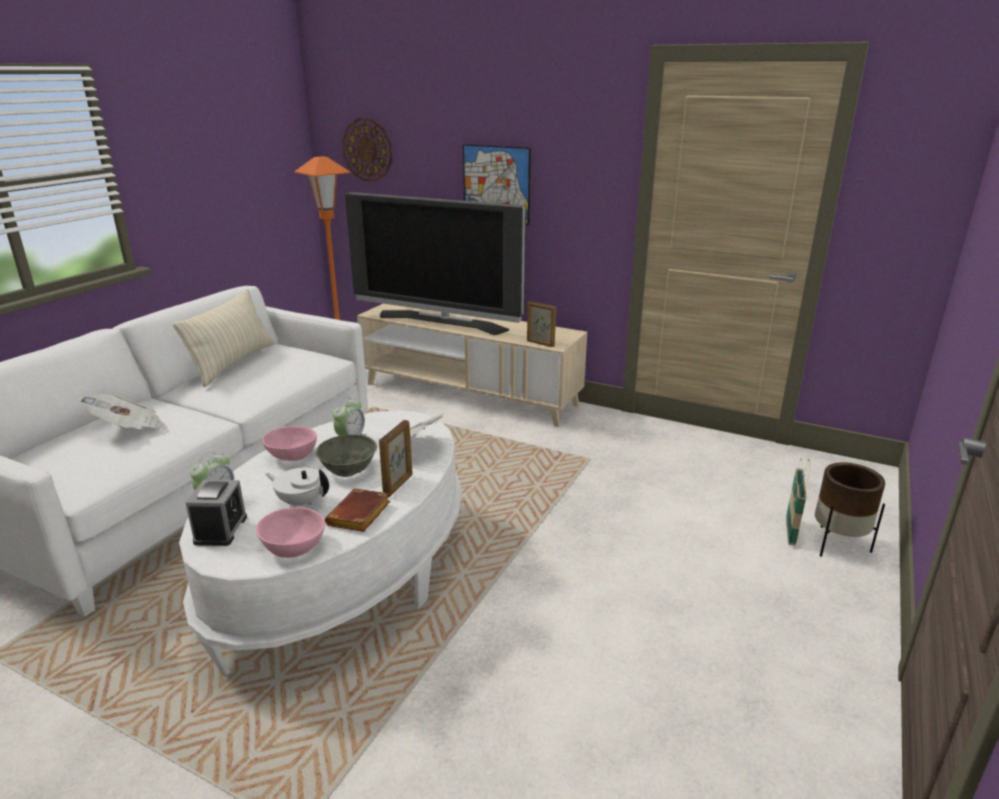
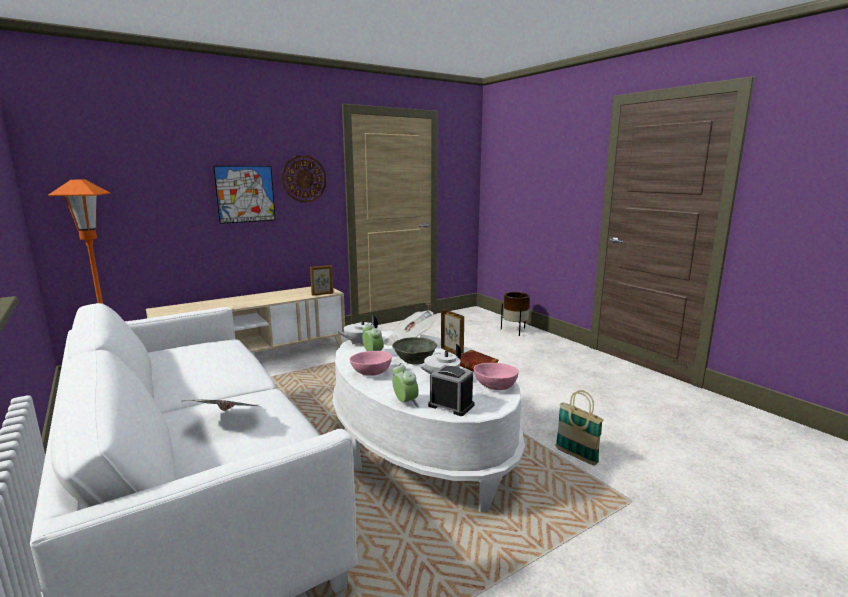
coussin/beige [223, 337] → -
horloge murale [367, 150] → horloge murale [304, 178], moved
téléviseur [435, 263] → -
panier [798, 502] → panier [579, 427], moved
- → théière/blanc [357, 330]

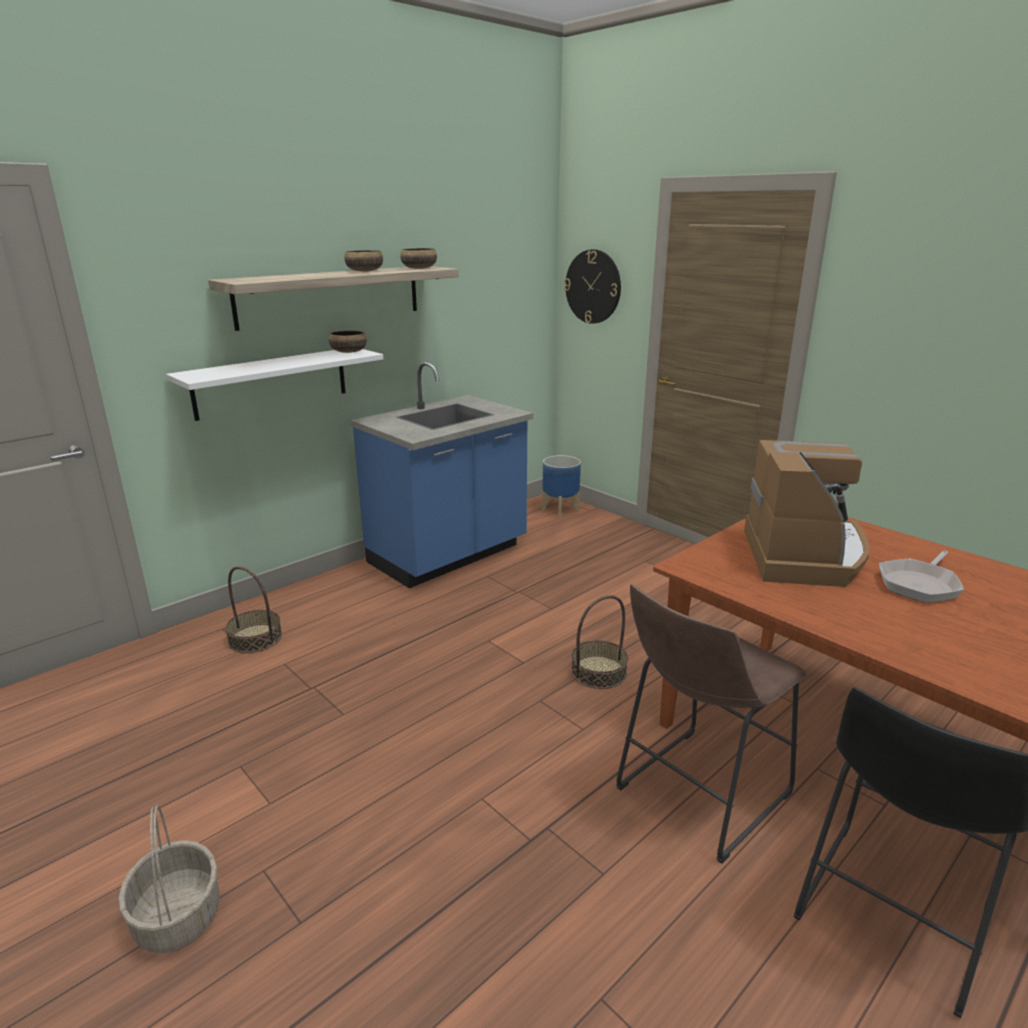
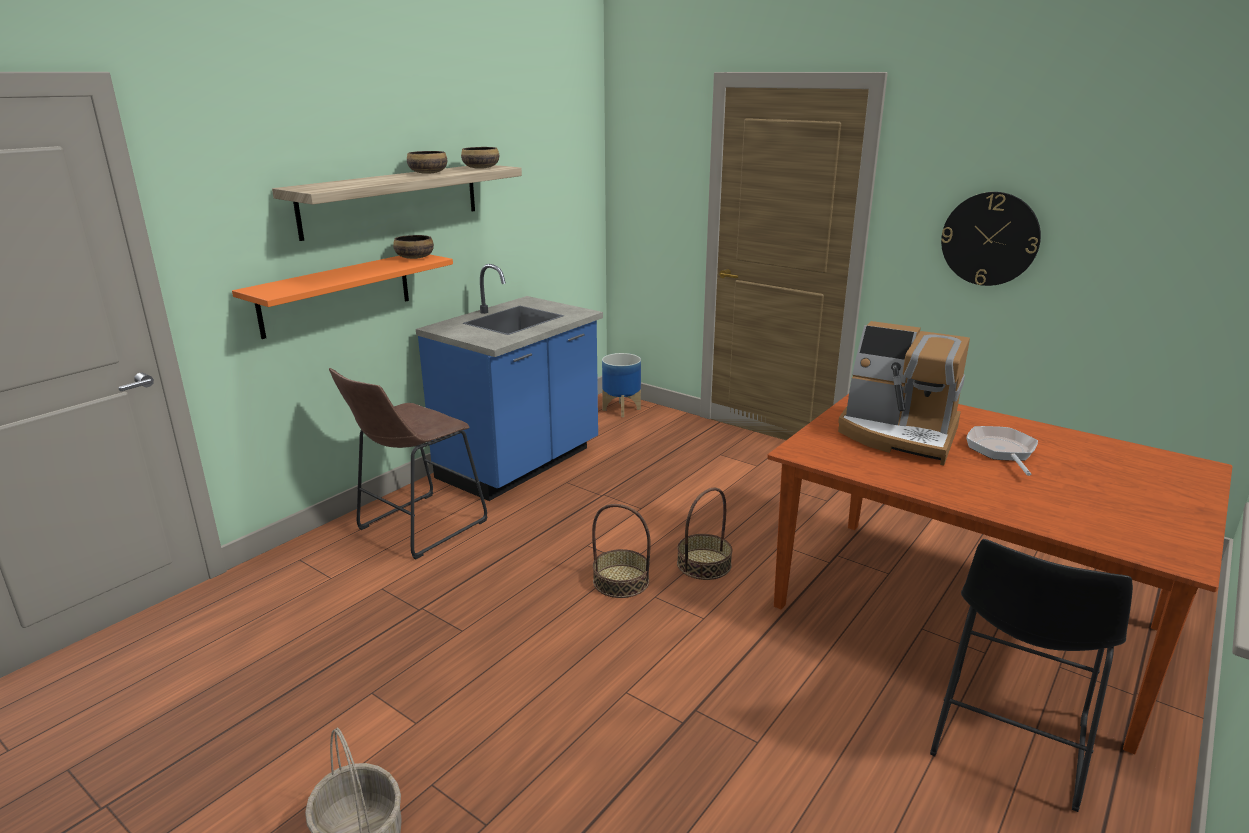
étagère/blanc [274, 385] → étagère/orange [342, 296]
panier [253, 609] → panier [621, 551], moved
horloge murale [592, 286] → horloge murale [991, 239], moved
tabouret/marron [711, 724] → tabouret/marron [408, 463], moved
machine à café [807, 513] → machine à café [904, 393], 120 degrees clockwise
poêle [921, 576] → poêle [1002, 451], 150 degrees clockwise

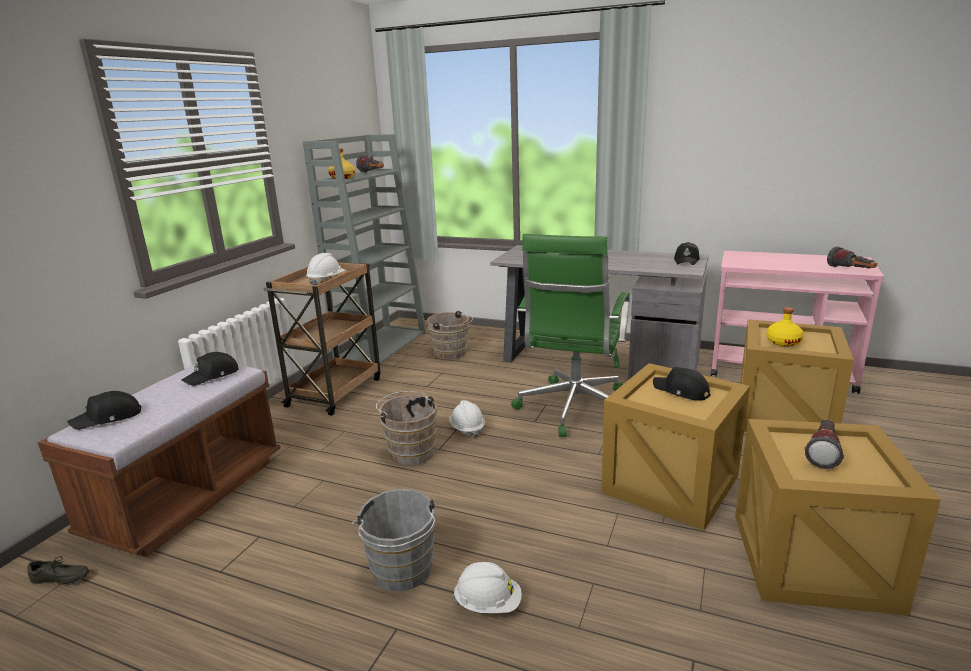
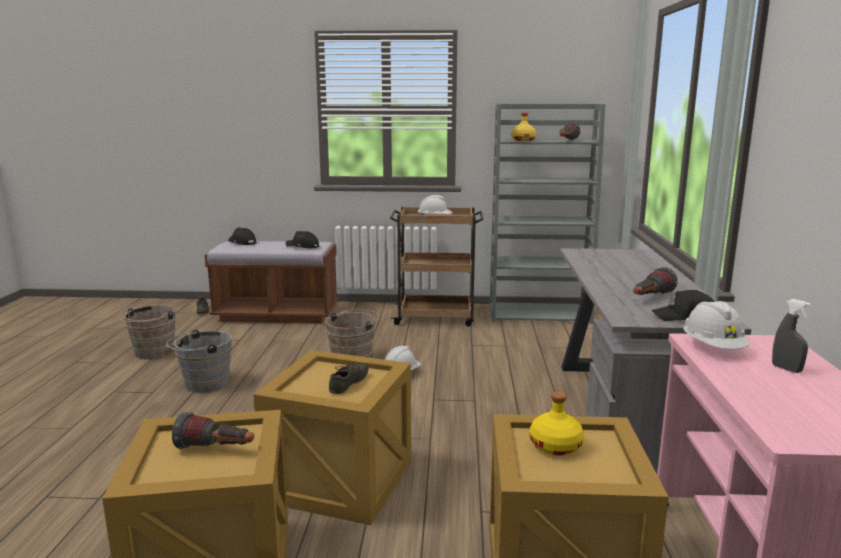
seau/marron [450, 335] → seau/marron [147, 332], moved
casque de chantier/blanc [487, 587] → casque de chantier/blanc [716, 325], moved
chaise de bureau/vert [570, 335] → -
casquette/noir [682, 383] → chaussure/gris [349, 377]
lampe de poche [852, 257] → lampe de poche [655, 281], moved
- → vaporisateur/gris [791, 336]

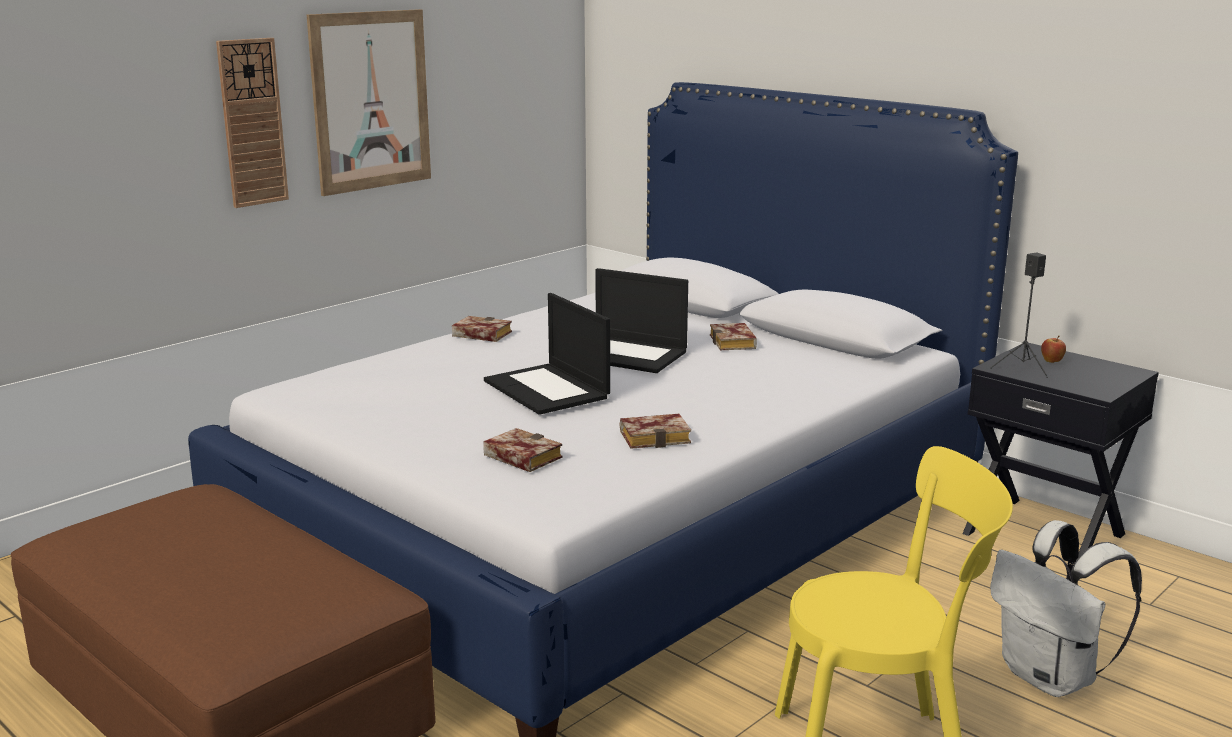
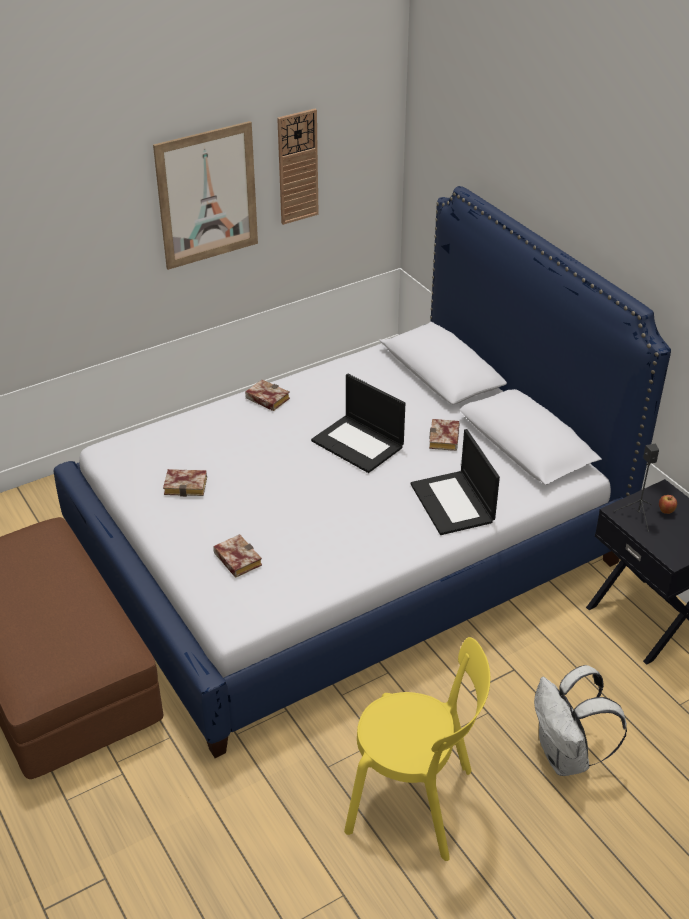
horloge murale [252, 123] → horloge murale [298, 167], moved
ordinateur portable [547, 354] → ordinateur portable [455, 482], moved
livre [655, 431] → livre [185, 483], moved

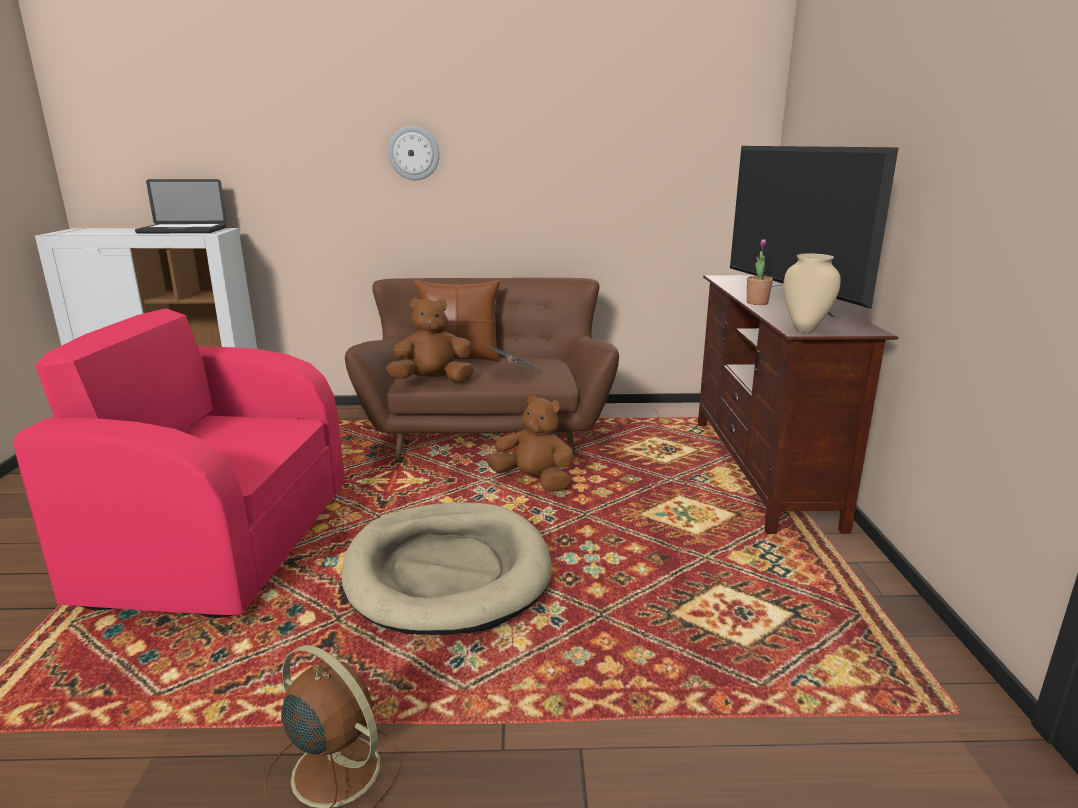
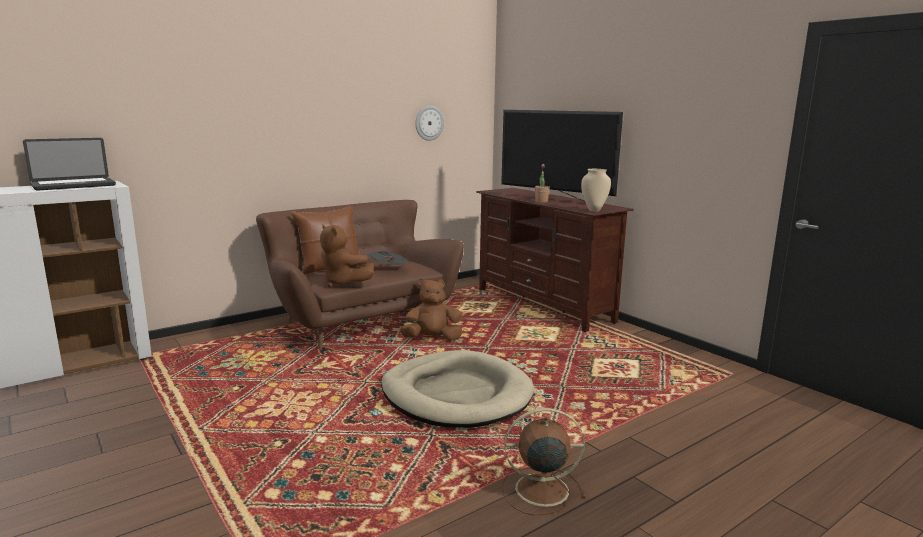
fauteuil/rose [179, 463] → -
peluche/marron [430, 339] → peluche/marron [347, 255], 90 degrees counterclockwise
horloge murale [414, 153] → horloge murale [429, 123], moved

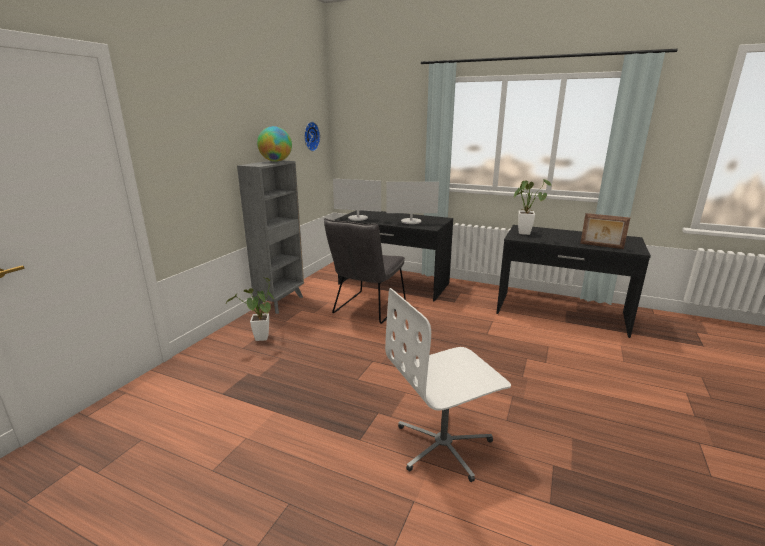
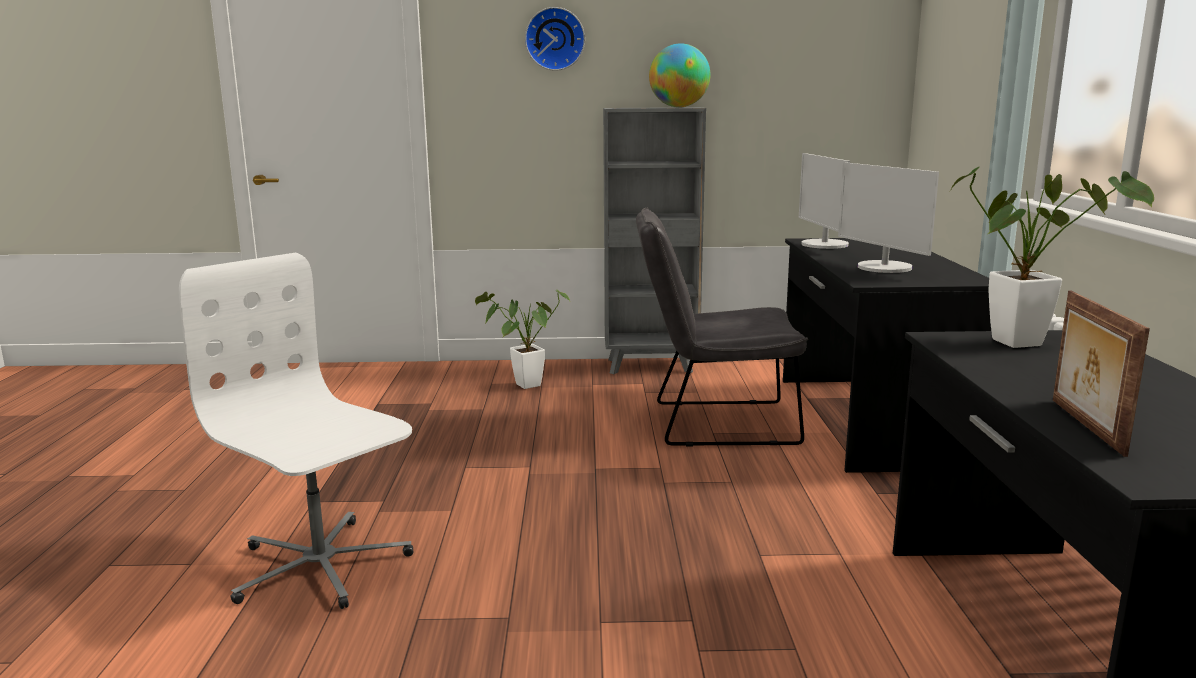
horloge murale [312, 136] → horloge murale [555, 39], moved

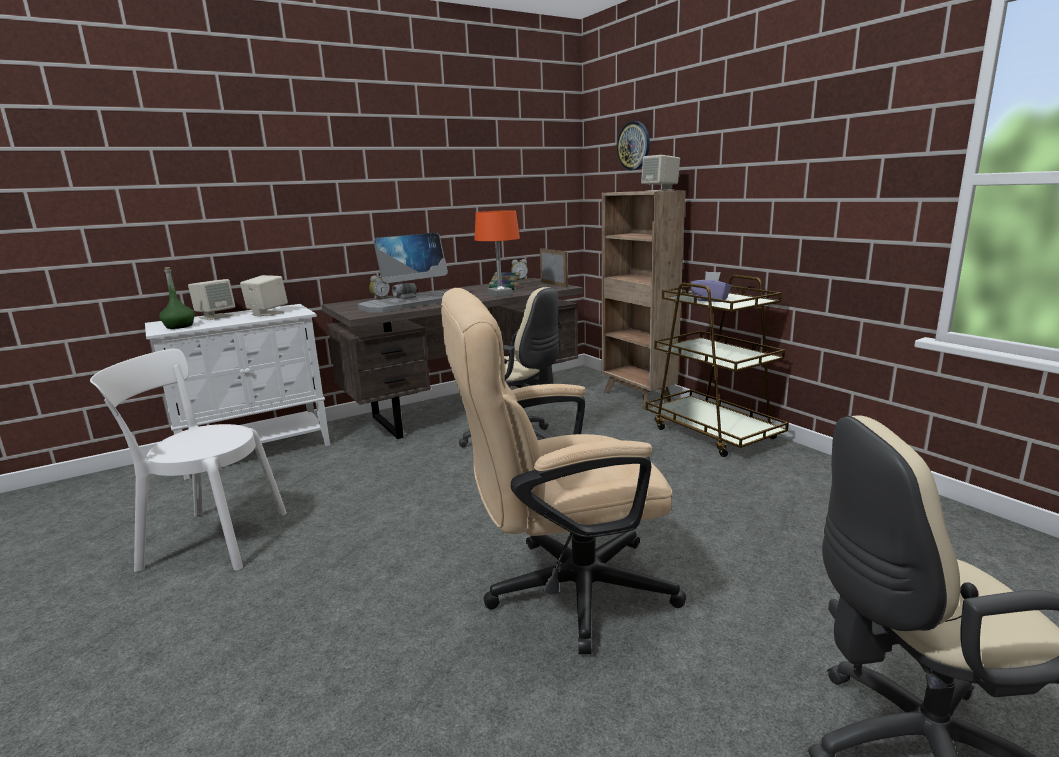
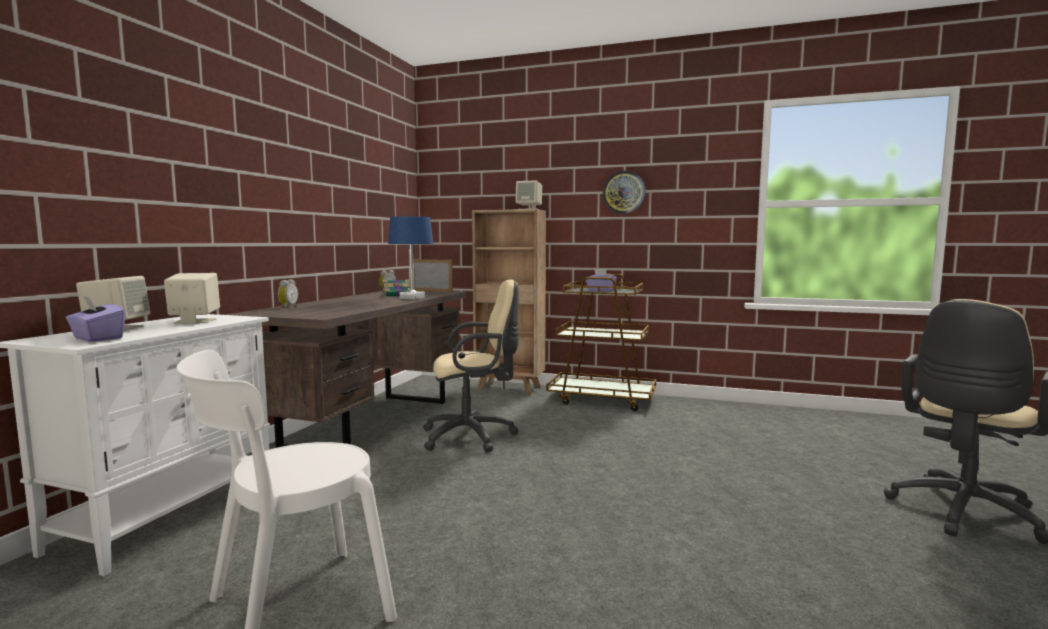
bouteille/vert [177, 298] → boîte à mouchoirs/violet [95, 319]
écran d'ordinateur [403, 272] → -
chaise de bureau/beige [563, 471] → -
lampe de table/orange [497, 253] → lampe de table/bleu [410, 258]
horloge murale [633, 145] → horloge murale [624, 192], moved

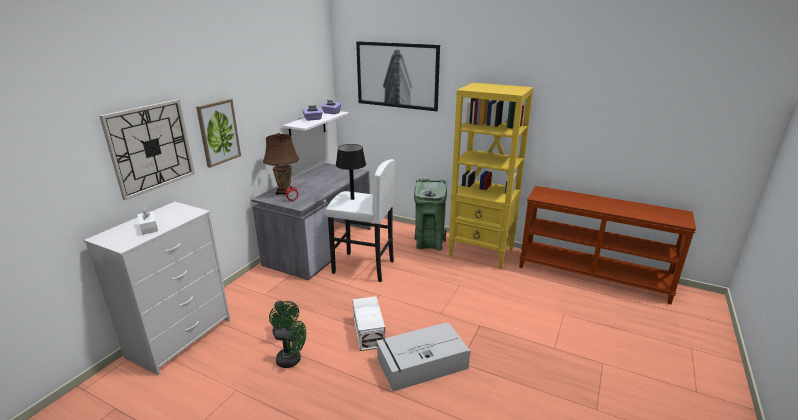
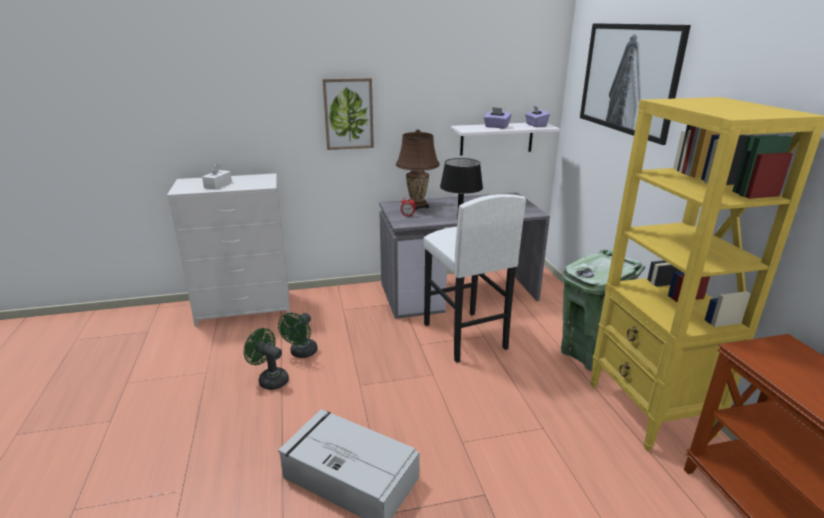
horloge murale [147, 149] → -
ventilateur/vert [290, 344] → ventilateur/vert [266, 359], 150 degrees clockwise
boîte de rangement/blanc [369, 323] → -

